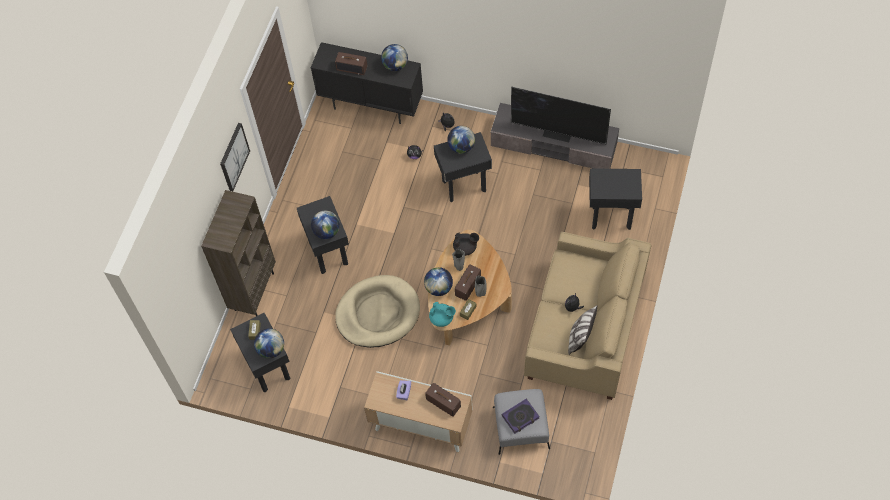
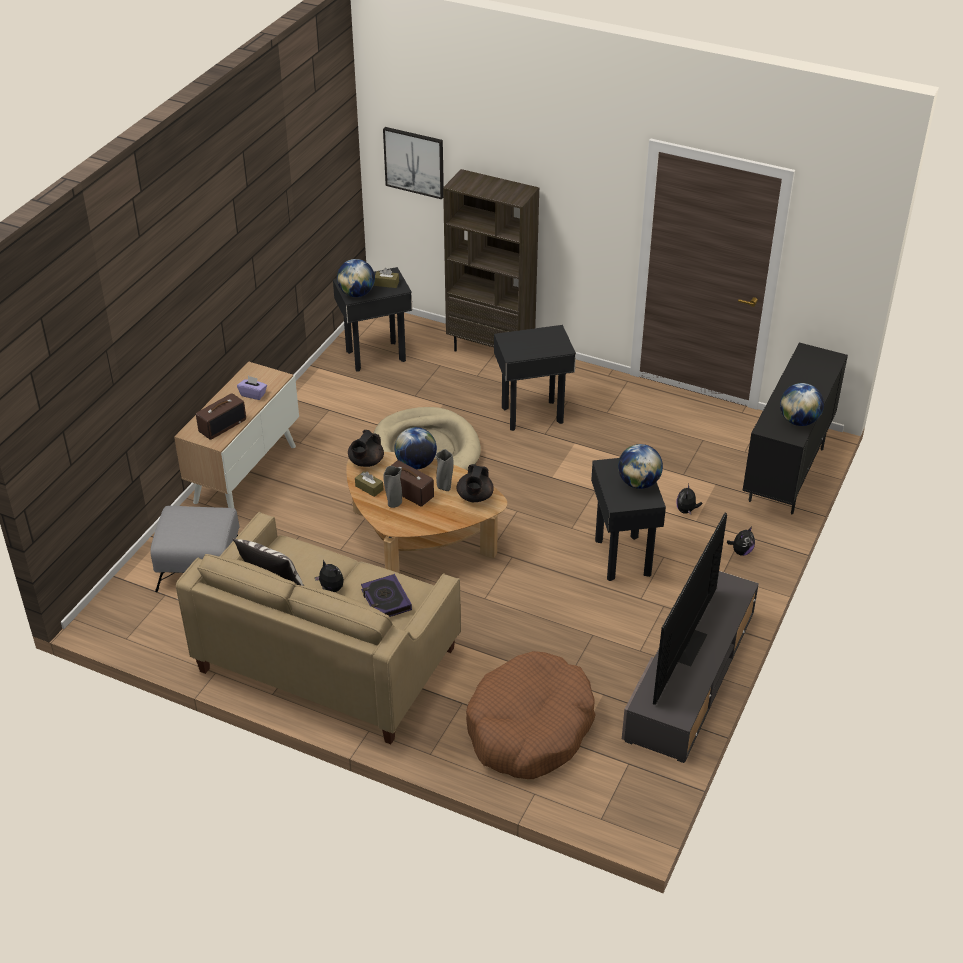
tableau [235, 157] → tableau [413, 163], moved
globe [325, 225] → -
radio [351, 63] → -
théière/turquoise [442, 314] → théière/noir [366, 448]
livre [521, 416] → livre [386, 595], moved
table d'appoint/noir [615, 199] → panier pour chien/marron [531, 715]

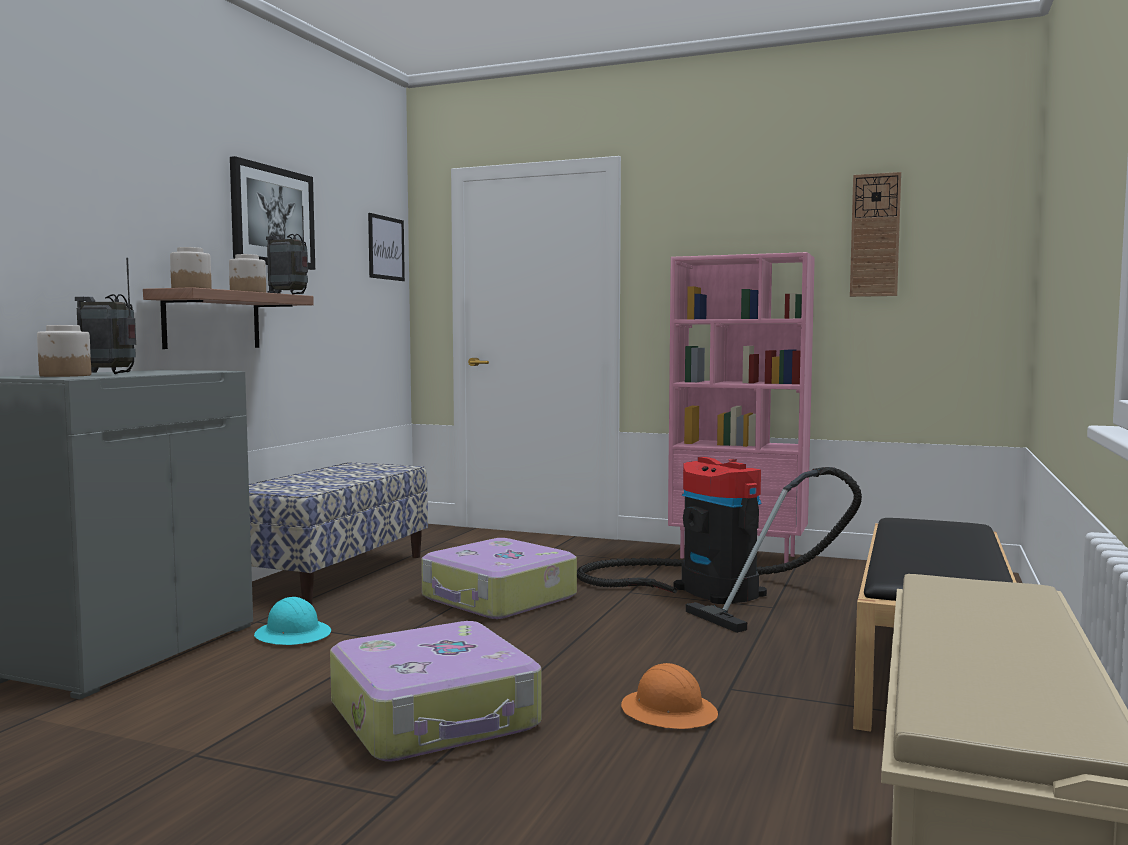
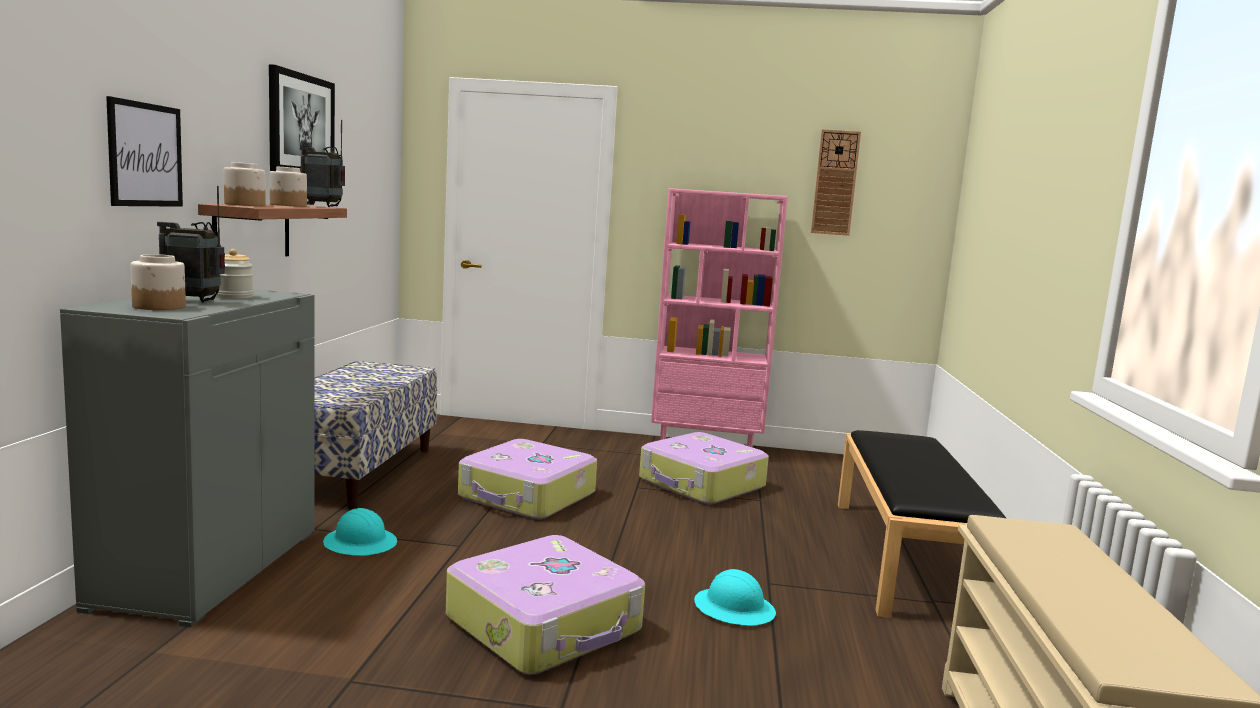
tableau [386, 247] → tableau [144, 151], moved
aspirateur [719, 545] → valise [704, 468]
casque de chantier/orange [669, 696] → casque de chantier/turquoise [735, 597]
- → bocal [233, 274]

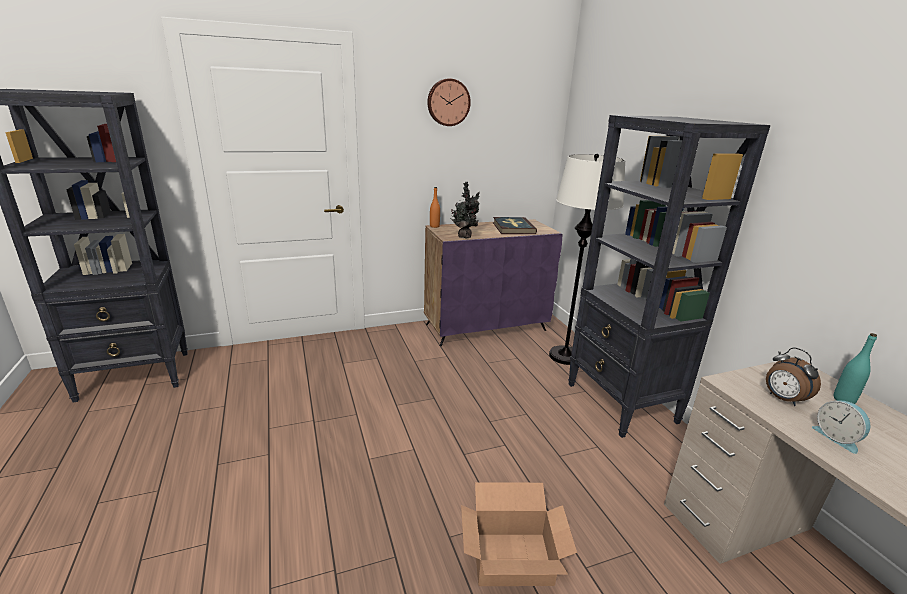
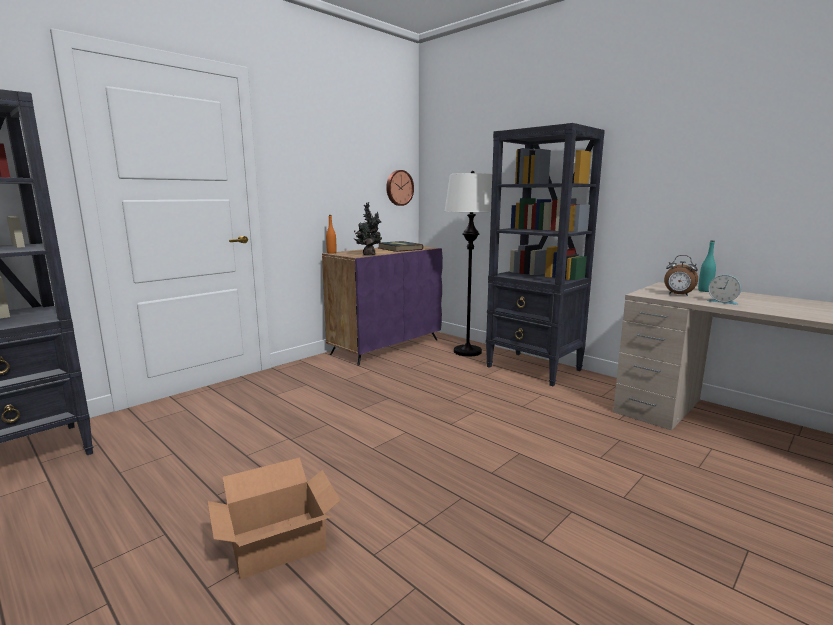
horloge murale [449, 102] → horloge murale [400, 188], moved
carton [519, 534] → carton [274, 518], moved

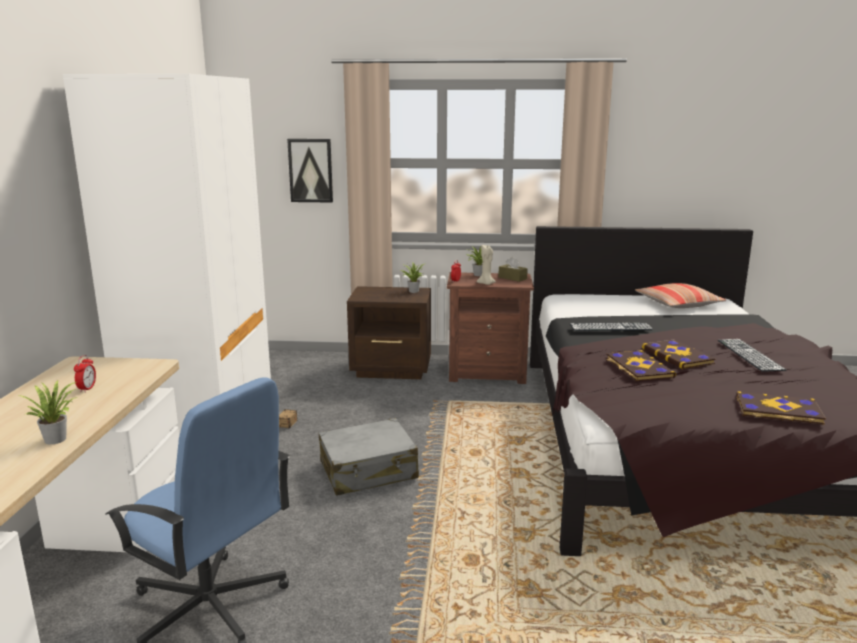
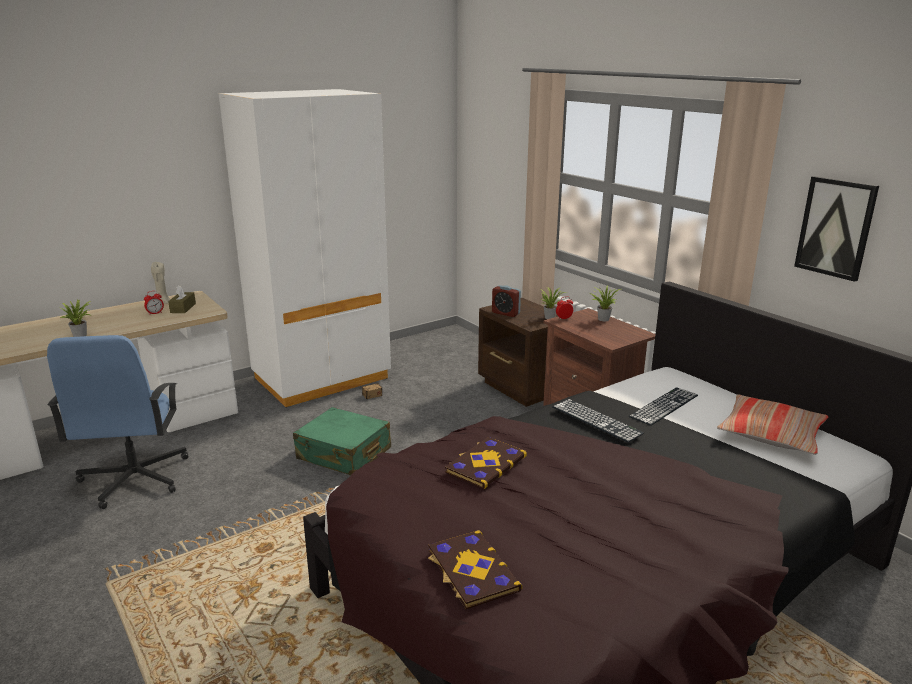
tableau [310, 171] → tableau [836, 229], moved
valise/gris [369, 457] → valise/vert [342, 441]
bougie/beige [486, 264] → bougie/beige [160, 283], moved
boîte à mouchoirs/marron [513, 269] → boîte à mouchoirs/marron [182, 299], moved
livre [678, 354] → -
clavier [752, 355] → clavier [663, 406], moved
- → réveil [506, 301]

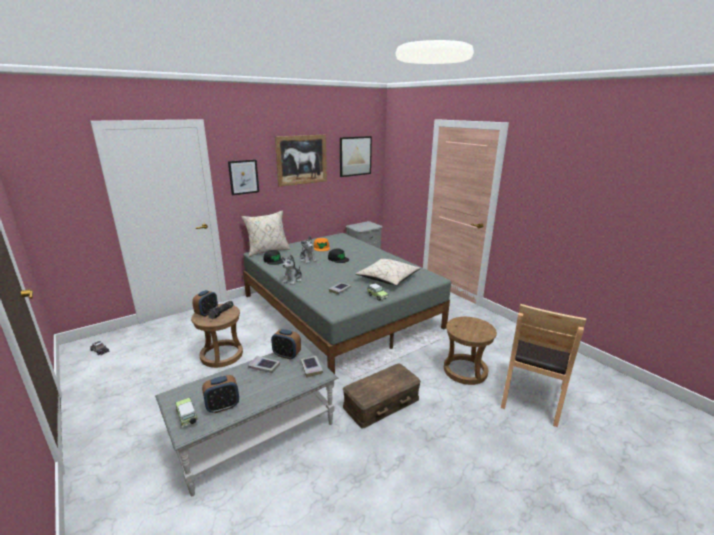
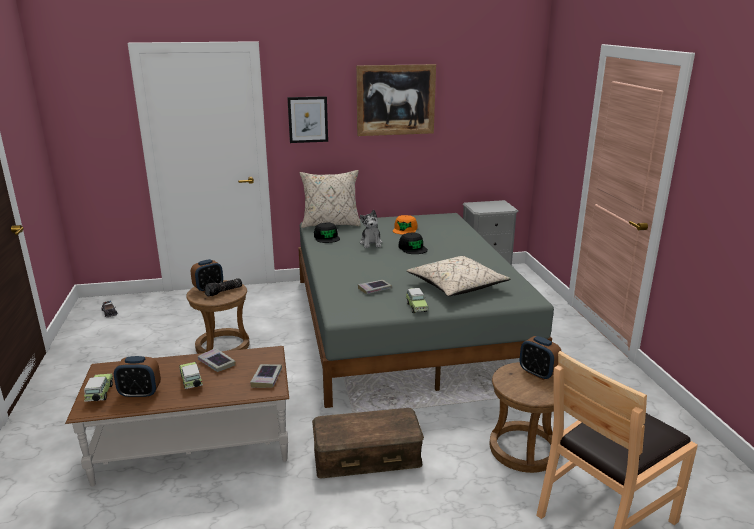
table basse/gris [246, 419] → table basse/marron [177, 416]
réveil [286, 344] → réveil [540, 358], moved
peluche [292, 270] → -
tableau [356, 156] → -
- → petite voiture [191, 375]

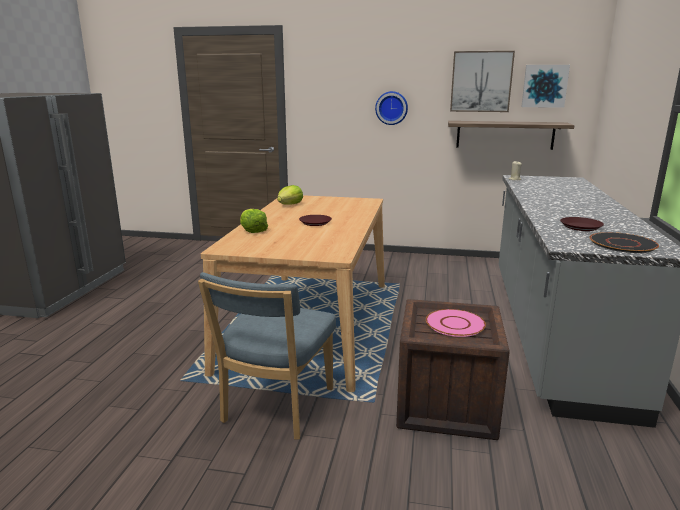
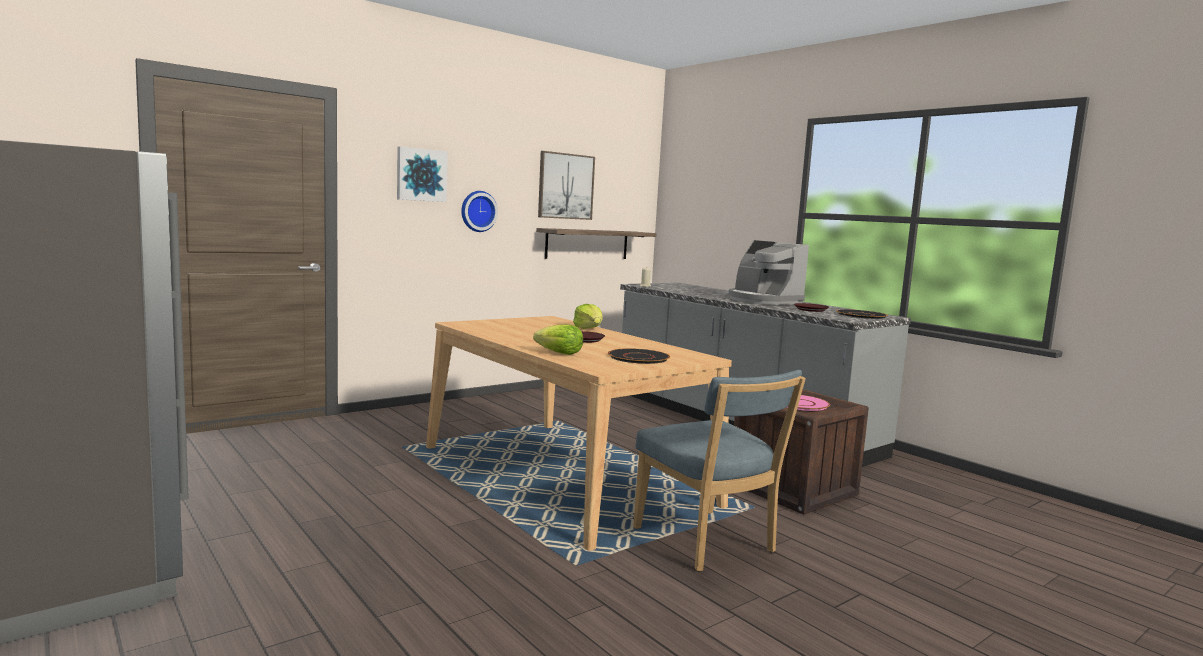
laitue [290, 195] → laitue [588, 316], moved
tableau [546, 86] → tableau [422, 174], moved
- → assiette/noir [639, 356]
- → machine à café [768, 272]

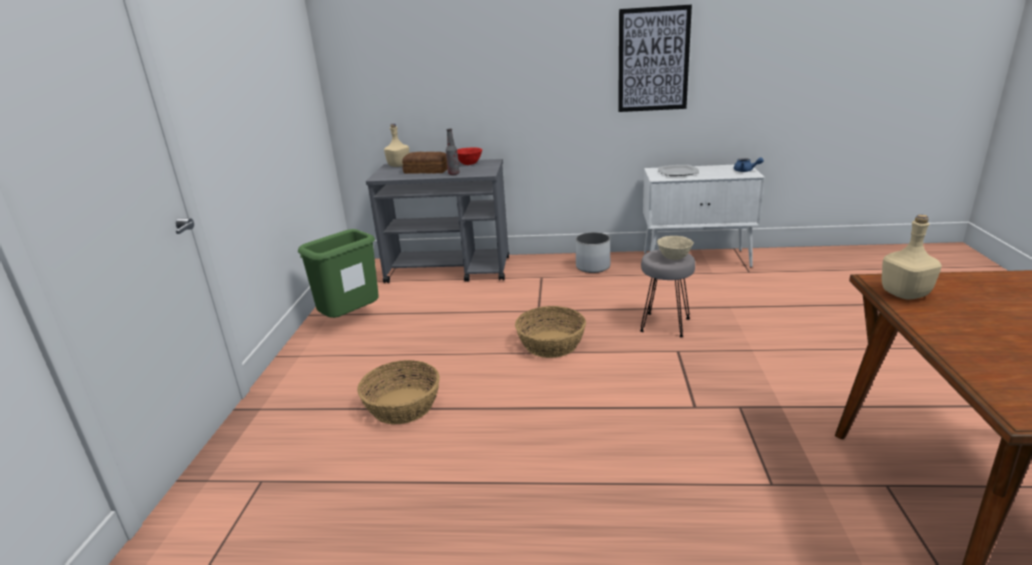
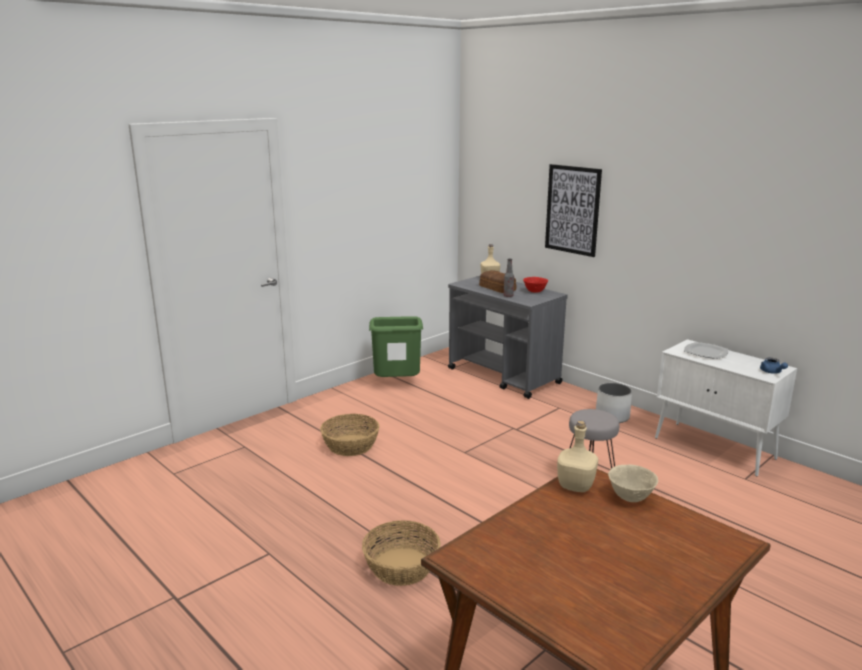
panier [550, 332] → panier [401, 553], moved
tableau [655, 58] → tableau [573, 210], moved
bol/beige [675, 248] → bol/beige [633, 483], moved

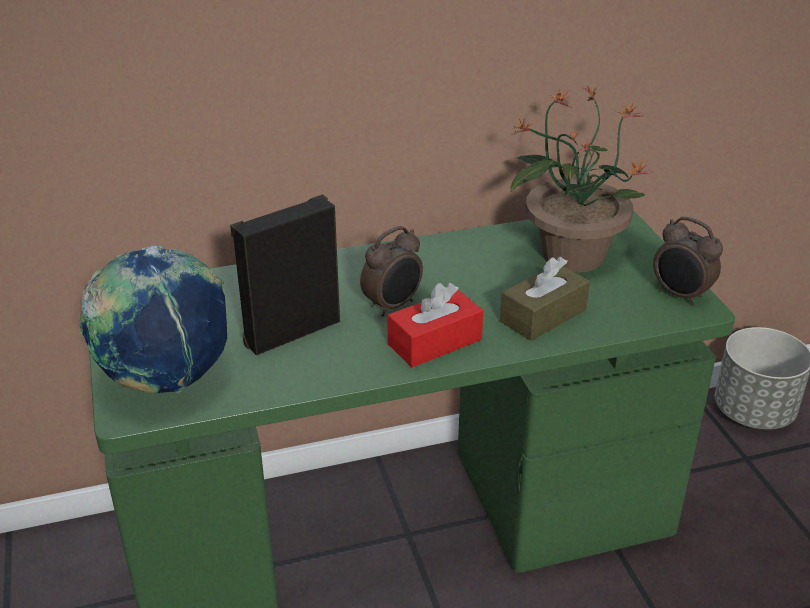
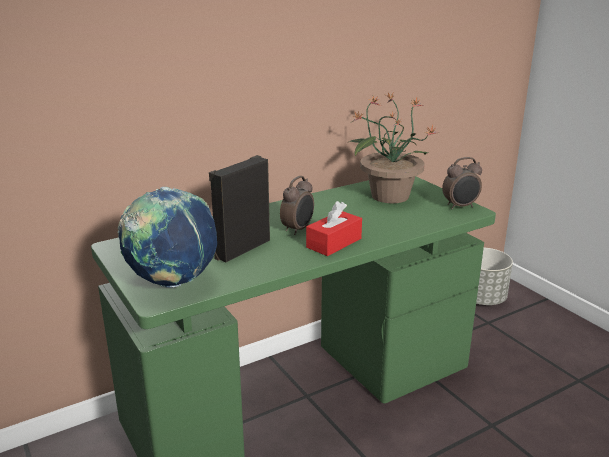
boîte à mouchoirs/marron [545, 299] → -
réveil [688, 261] → réveil [462, 183], 45 degrees counterclockwise

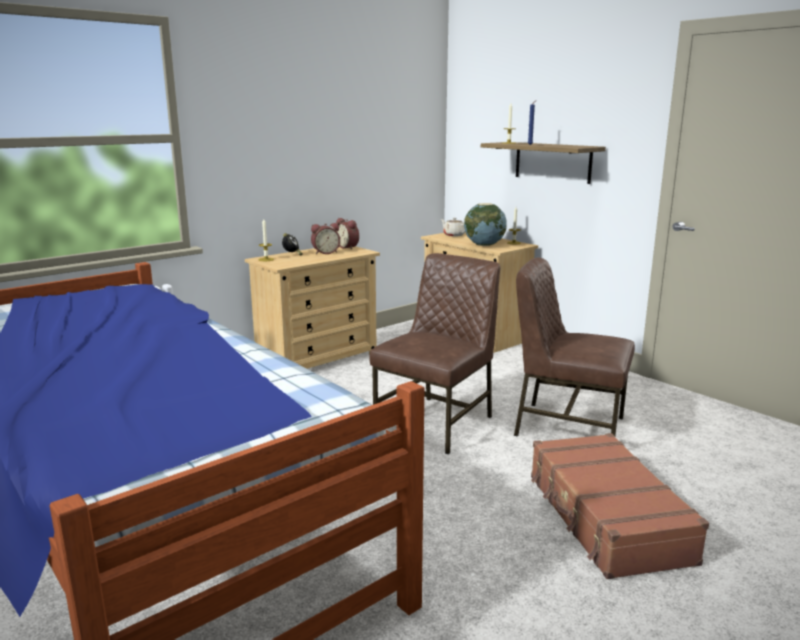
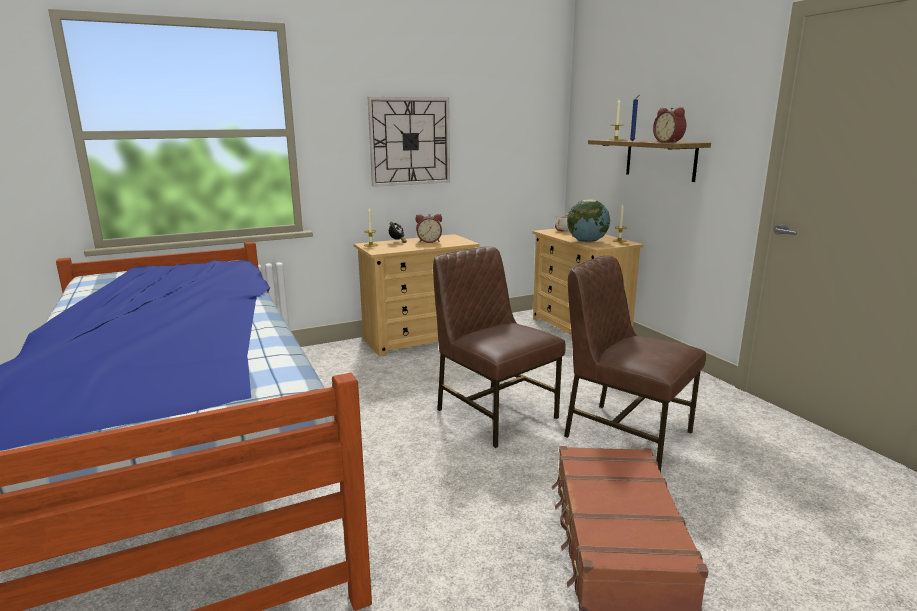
réveil [346, 233] → réveil [669, 125], moved
chaise/marron [434, 353] → chaise/marron [499, 347], 90 degrees counterclockwise
- → horloge murale [409, 142]

